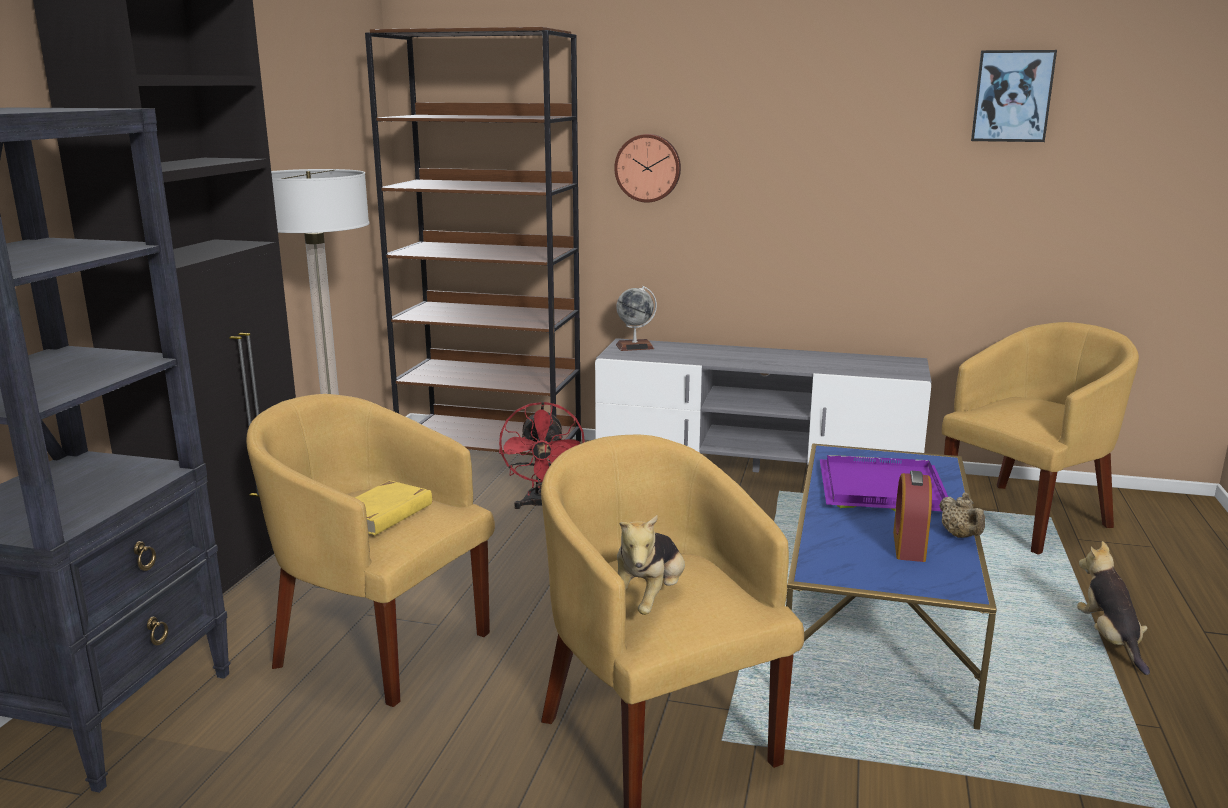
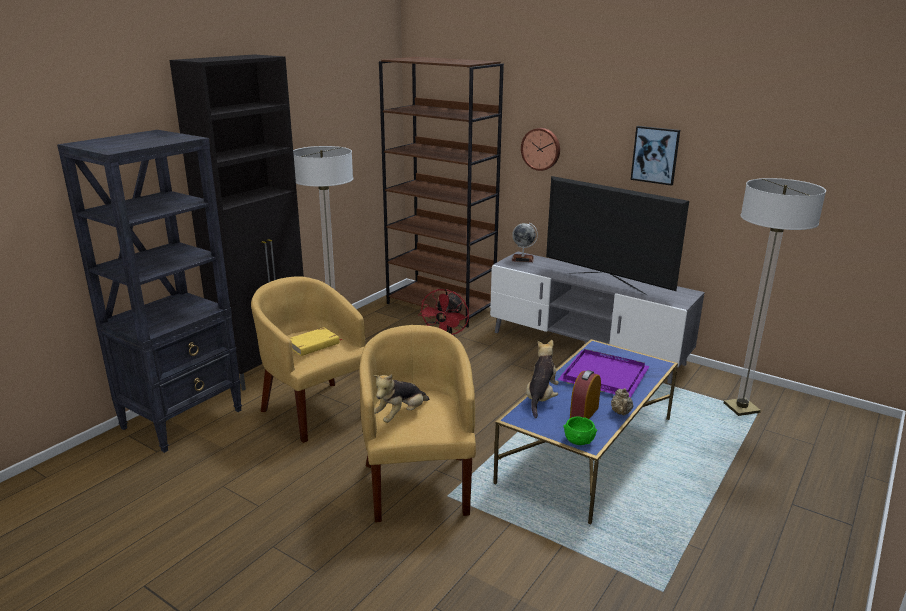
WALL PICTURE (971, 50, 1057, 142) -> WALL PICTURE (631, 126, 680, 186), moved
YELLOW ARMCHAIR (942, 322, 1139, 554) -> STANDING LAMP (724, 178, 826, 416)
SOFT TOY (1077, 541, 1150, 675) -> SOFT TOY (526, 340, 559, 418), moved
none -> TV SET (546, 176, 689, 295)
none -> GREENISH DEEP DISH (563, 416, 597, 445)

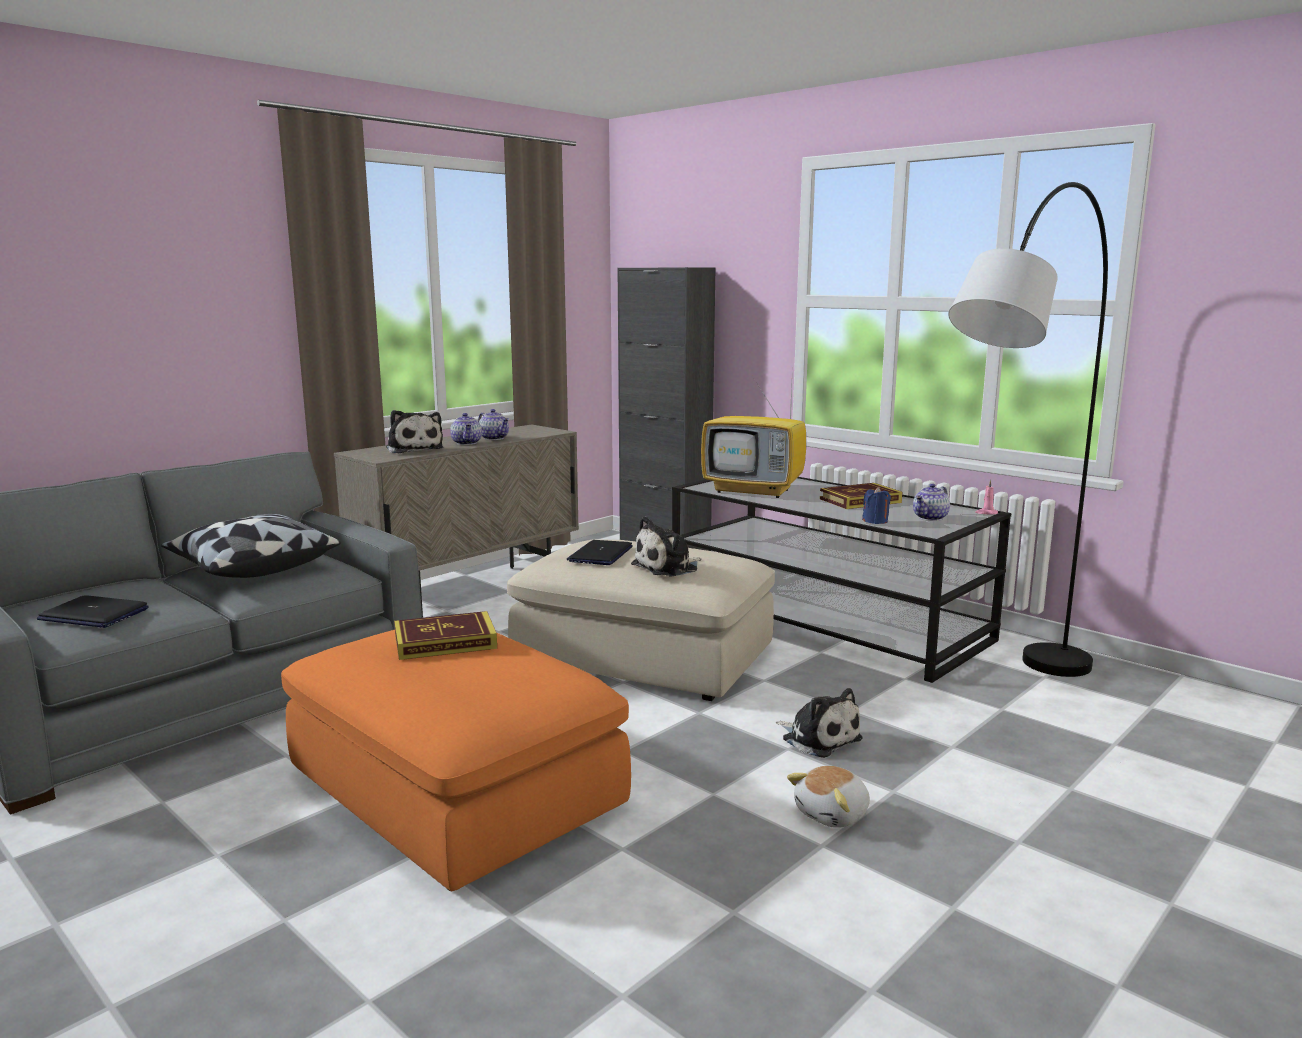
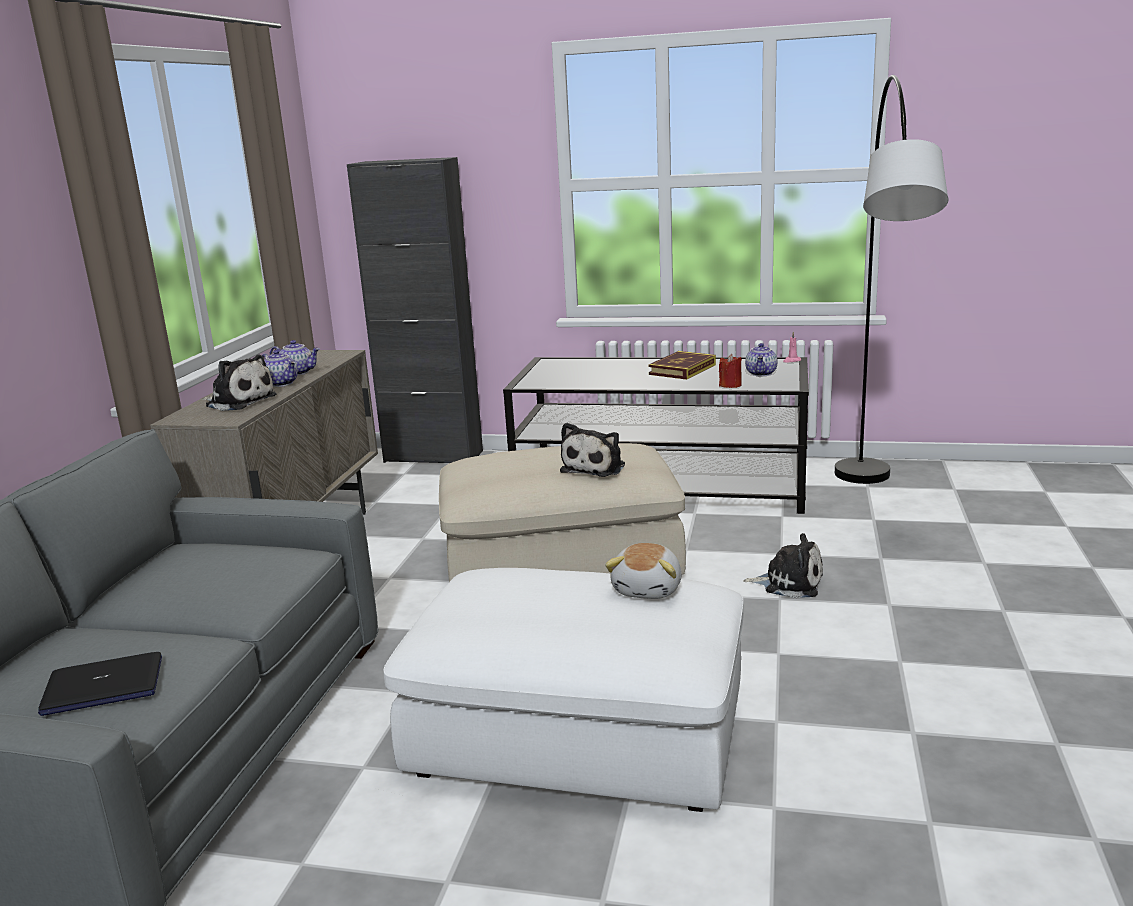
TV SET (701, 364, 806, 498) -> none
BLUE CANDLE (862, 486, 891, 524) -> RED-COLOURED CANDLE (719, 354, 742, 388)
THROW PILLOW (161, 514, 341, 578) -> none
PORTABLE COMPUTER (567, 540, 633, 565) -> none
BOUND BOOK (394, 611, 497, 660) -> none
ORANGEY POUFFE (281, 630, 631, 891) -> WHITE POUFFE (384, 568, 743, 812)
SOFT TOY (787, 766, 870, 828) -> SOFT TOY (605, 543, 682, 599), moved

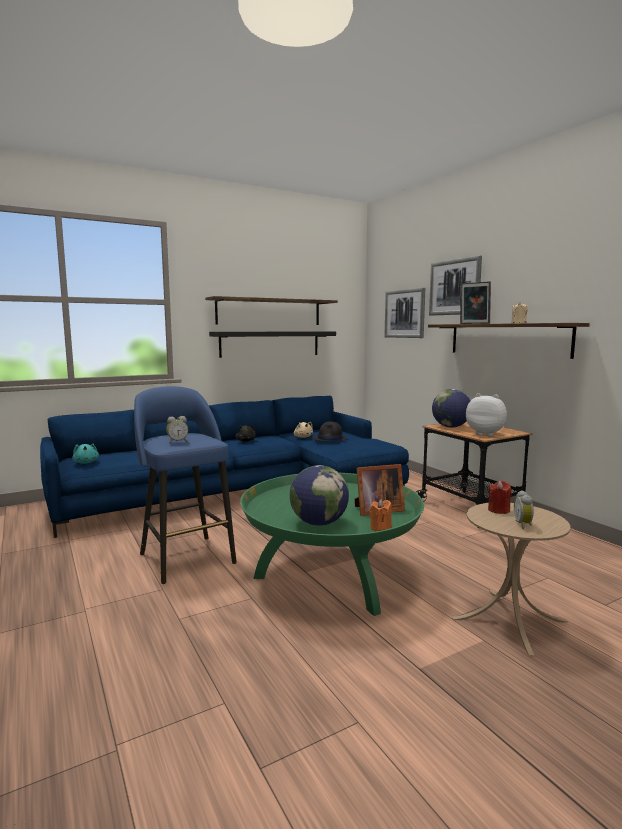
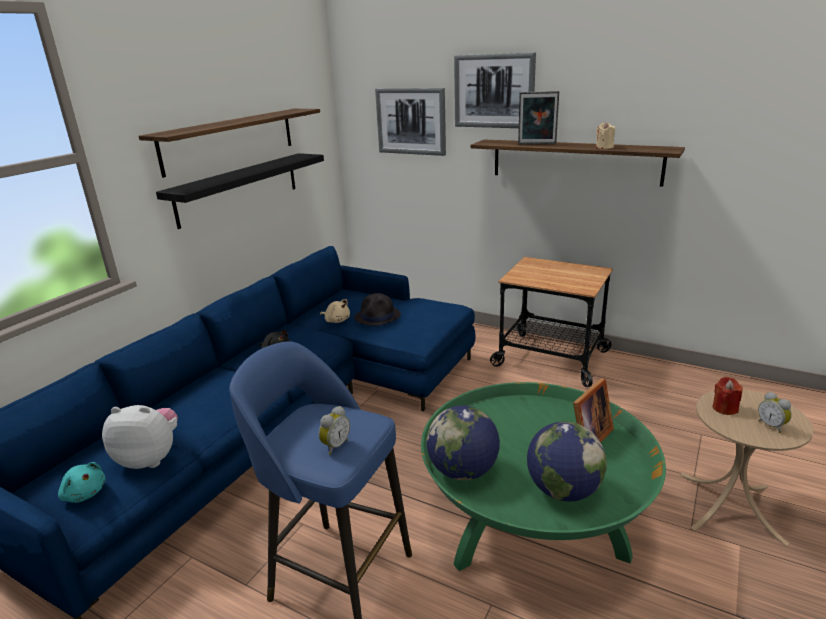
DESK GLOBE (432, 389, 470, 427) -> DESK GLOBE (427, 405, 500, 480), moved
SOFT TOY (466, 393, 507, 436) -> SOFT TOY (102, 405, 178, 469), moved
ORANGEY CANDLE (369, 499, 392, 531) -> none

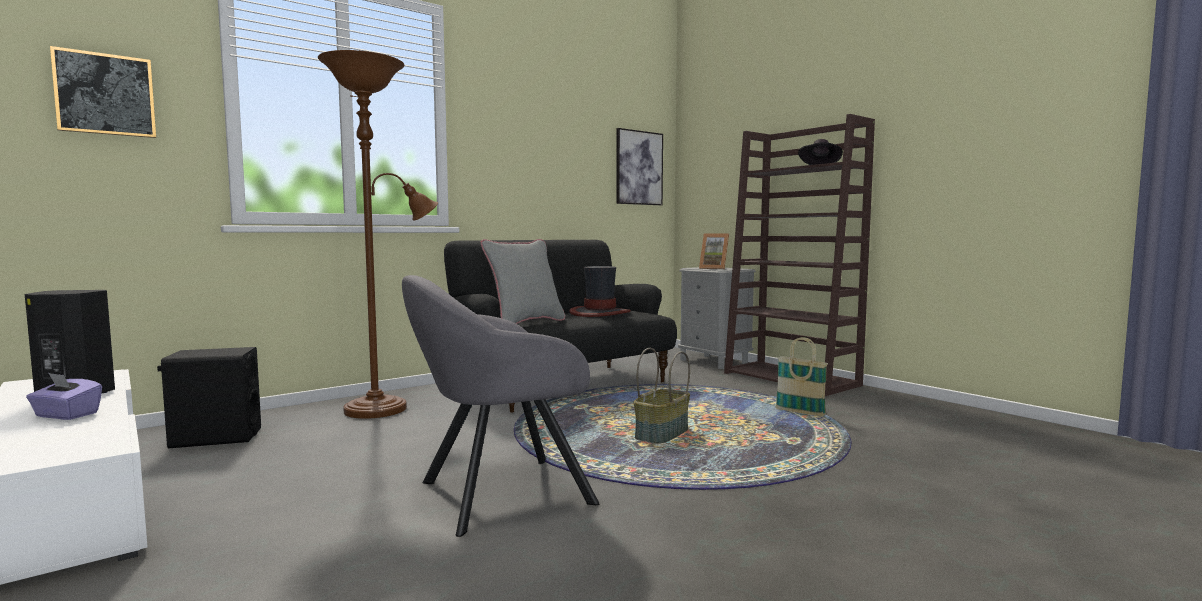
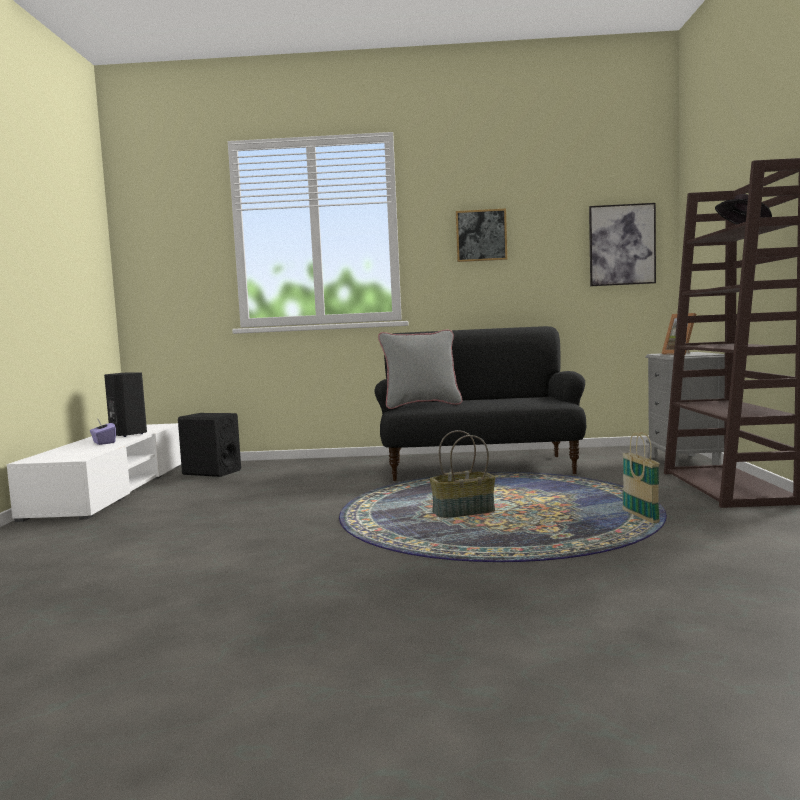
WALL PICTURE (50, 46, 156, 138) -> WALL PICTURE (456, 208, 507, 262), moved
BROWN STANDING LAMP (318, 50, 438, 419) -> none
WEARABLE HAT (569, 266, 631, 317) -> none
GREY ARMCHAIR (402, 275, 600, 537) -> none

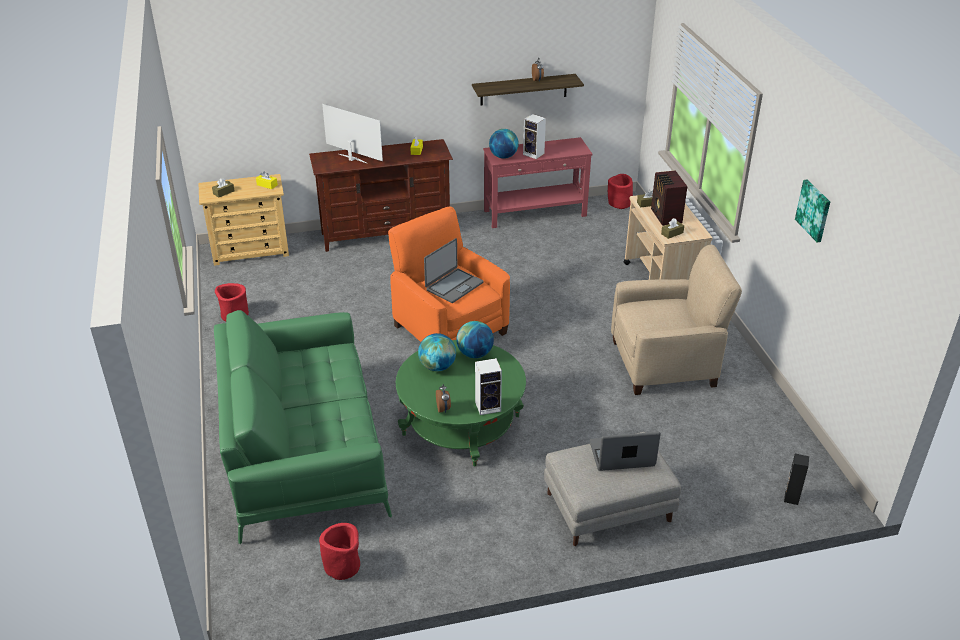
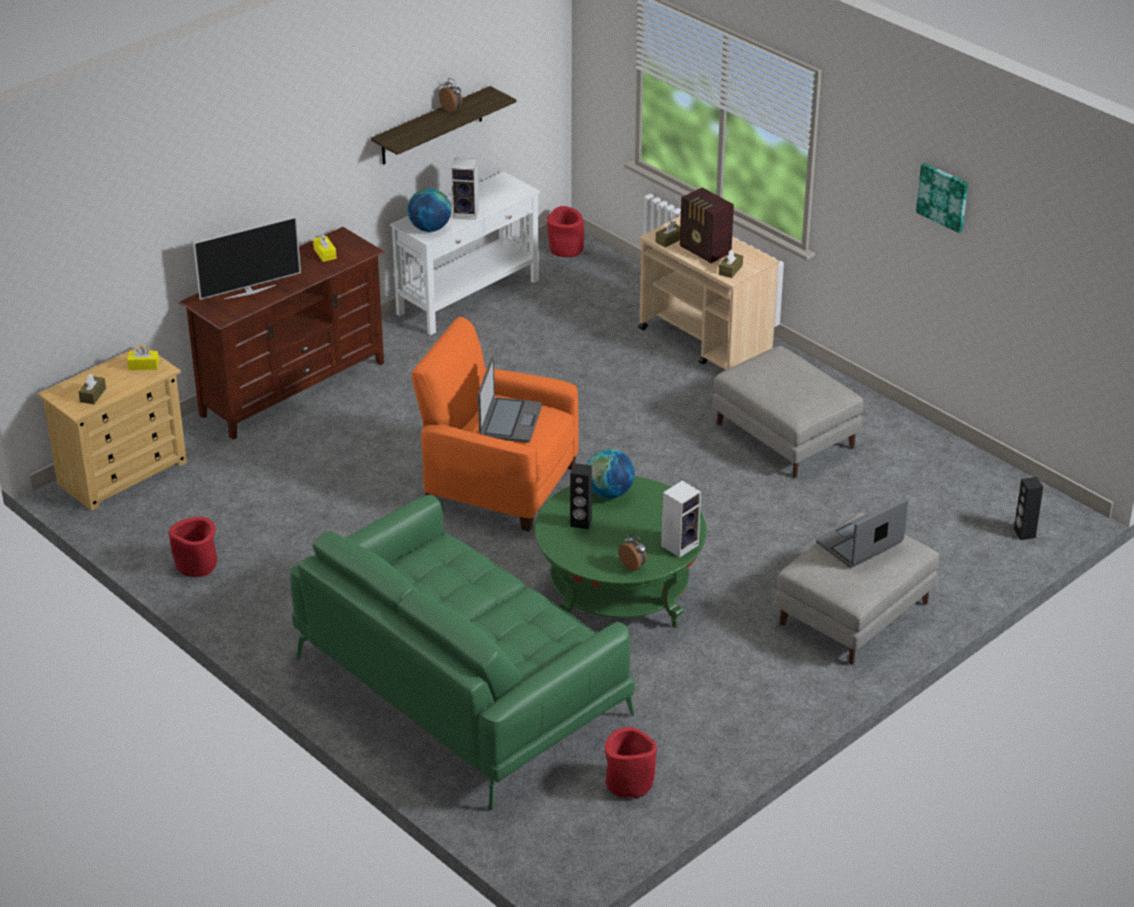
TV SET (322, 104, 383, 164) -> TV SET (193, 216, 301, 300), 150 degrees clockwise
RED-COLOURED NARROW TABLE (483, 137, 592, 228) -> WHITE NARROW TABLE (390, 171, 540, 335)
SAND-COLOURED ARMCHAIR (611, 245, 742, 395) -> GREY POUFFE (713, 346, 864, 478)
DESK GLOBE (418, 333, 456, 371) -> BLACK-COLOURED SPEAKER (570, 463, 592, 529)

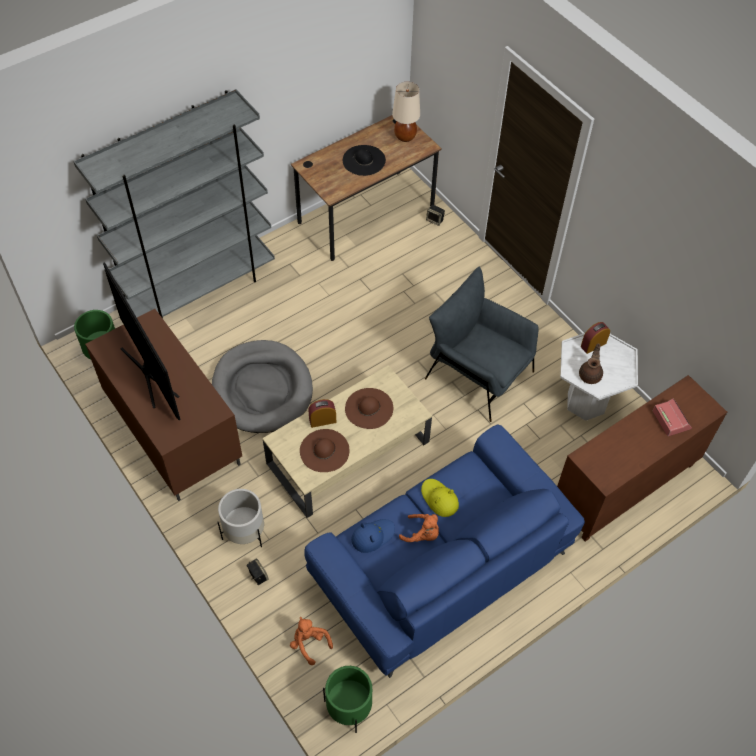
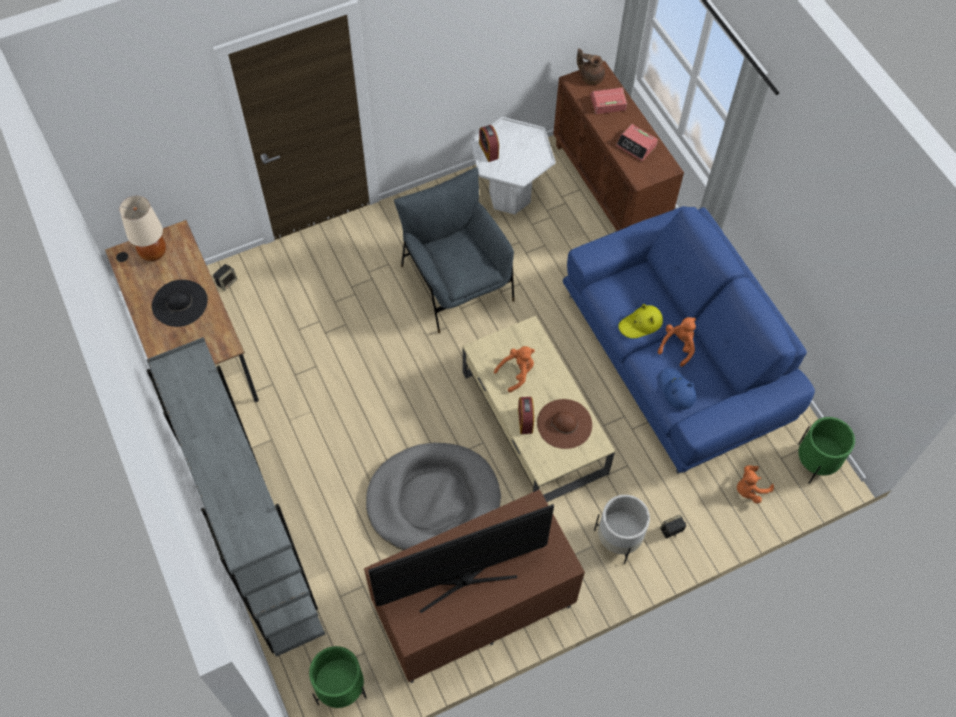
GREY ARMCHAIR (425, 267, 538, 422) -> GREY ARMCHAIR (394, 167, 514, 333), 105 degrees clockwise
BROWN TEAPOT (579, 343, 603, 384) -> BROWN TEAPOT (577, 48, 605, 85), moved
BROWN WEARABLE HAT (345, 388, 393, 429) -> ORANGEY SOFT TOY (494, 346, 535, 392)
none -> BEDSIDE CLOCK (616, 124, 658, 161)

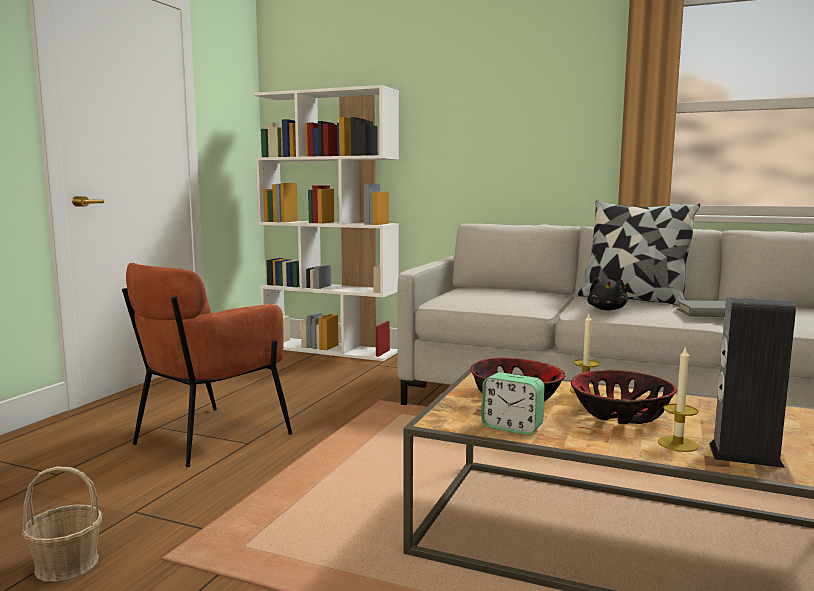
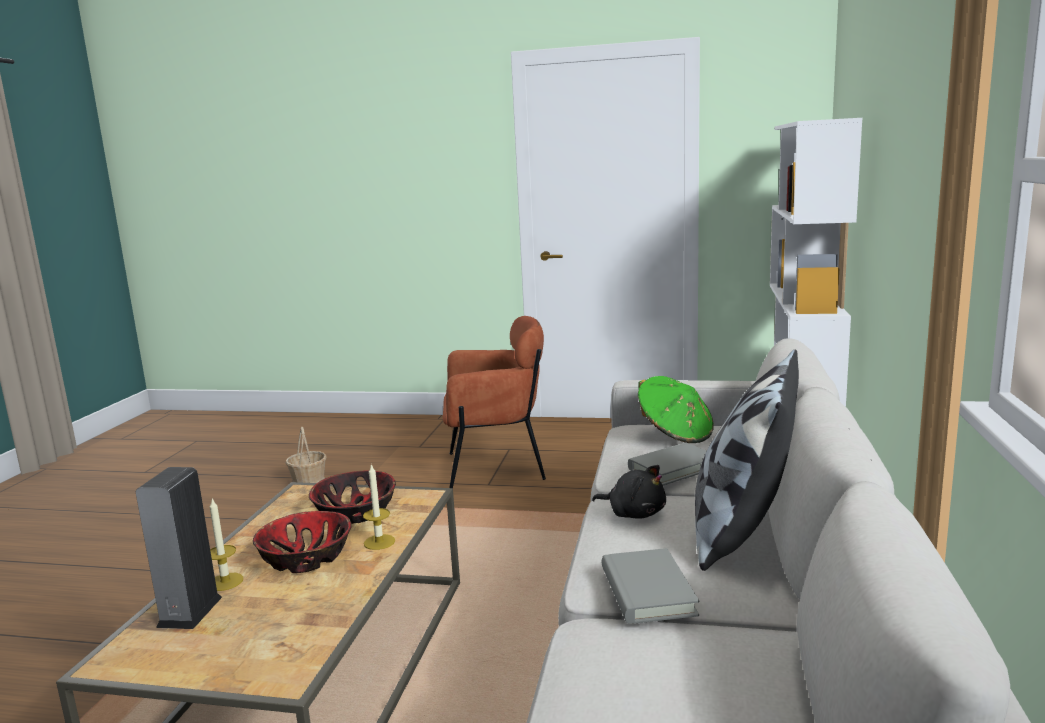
BROWN ARMCHAIR (122, 263, 293, 467) -> BROWN ARMCHAIR (443, 316, 546, 488), 150 degrees clockwise
BLACK-COLOURED SOFT TOY (587, 278, 628, 310) -> BLACK-COLOURED SOFT TOY (592, 465, 666, 519), 150 degrees counterclockwise
BEDSIDE CLOCK (481, 372, 545, 435) -> none
none -> GREENISH WEARABLE HAT (638, 376, 714, 443)
none -> GREY BOUND BOOK (628, 442, 706, 486)

